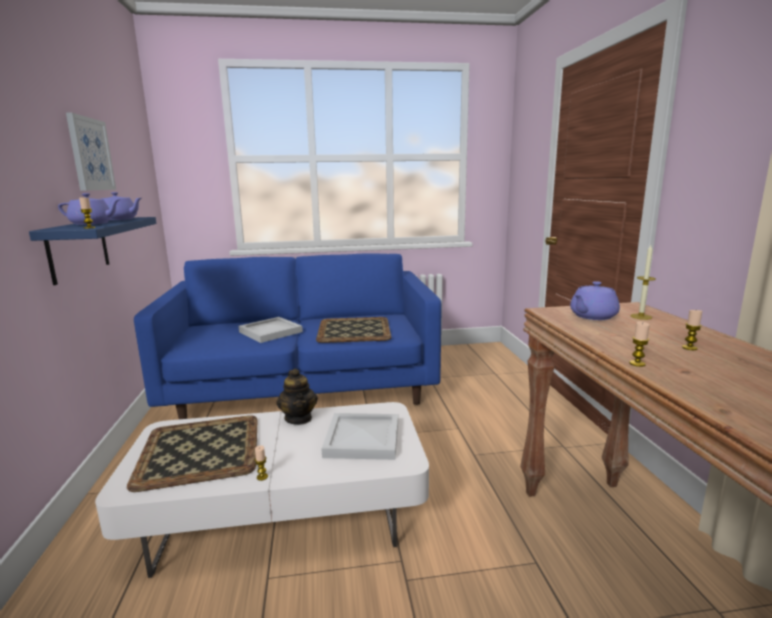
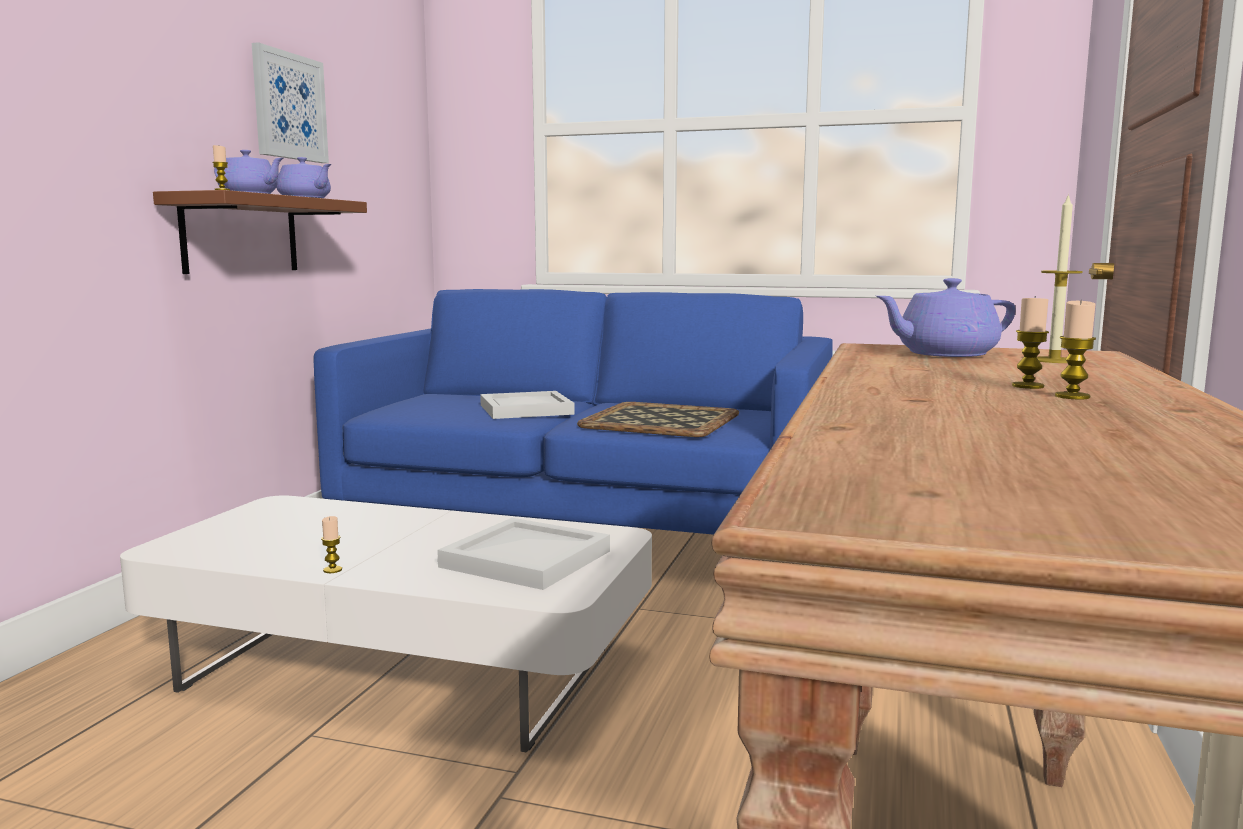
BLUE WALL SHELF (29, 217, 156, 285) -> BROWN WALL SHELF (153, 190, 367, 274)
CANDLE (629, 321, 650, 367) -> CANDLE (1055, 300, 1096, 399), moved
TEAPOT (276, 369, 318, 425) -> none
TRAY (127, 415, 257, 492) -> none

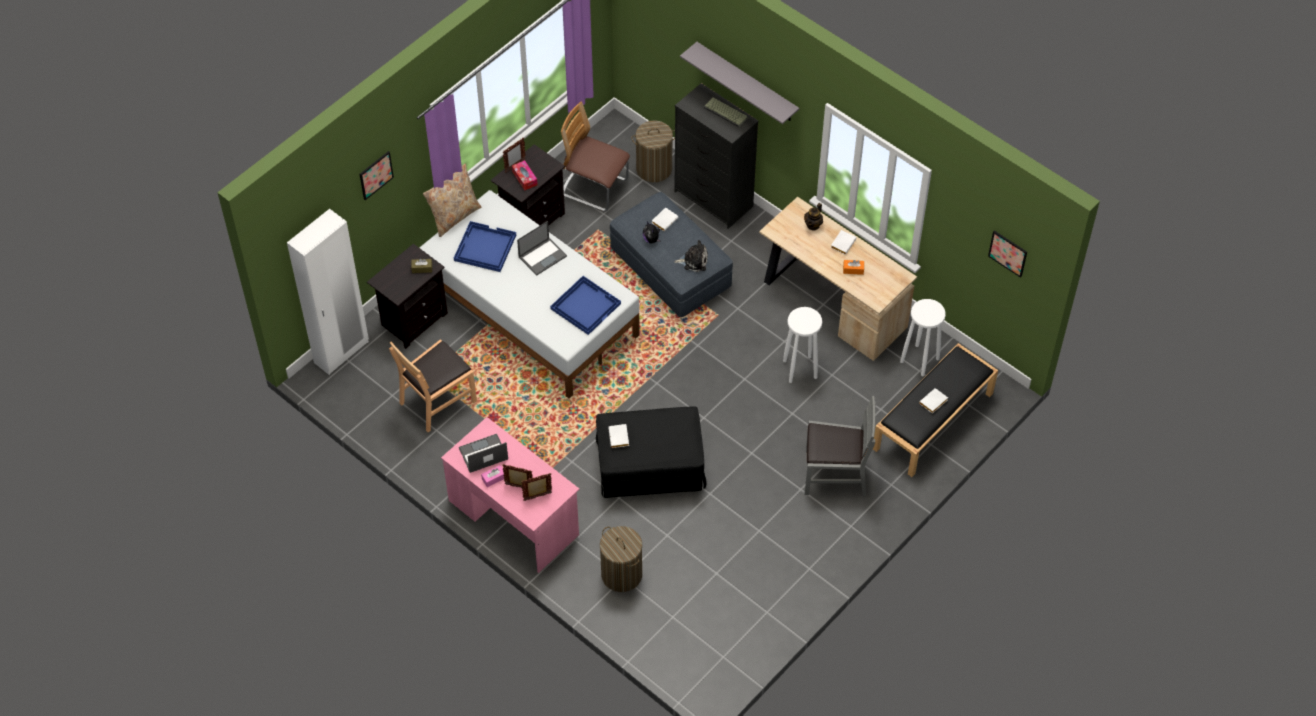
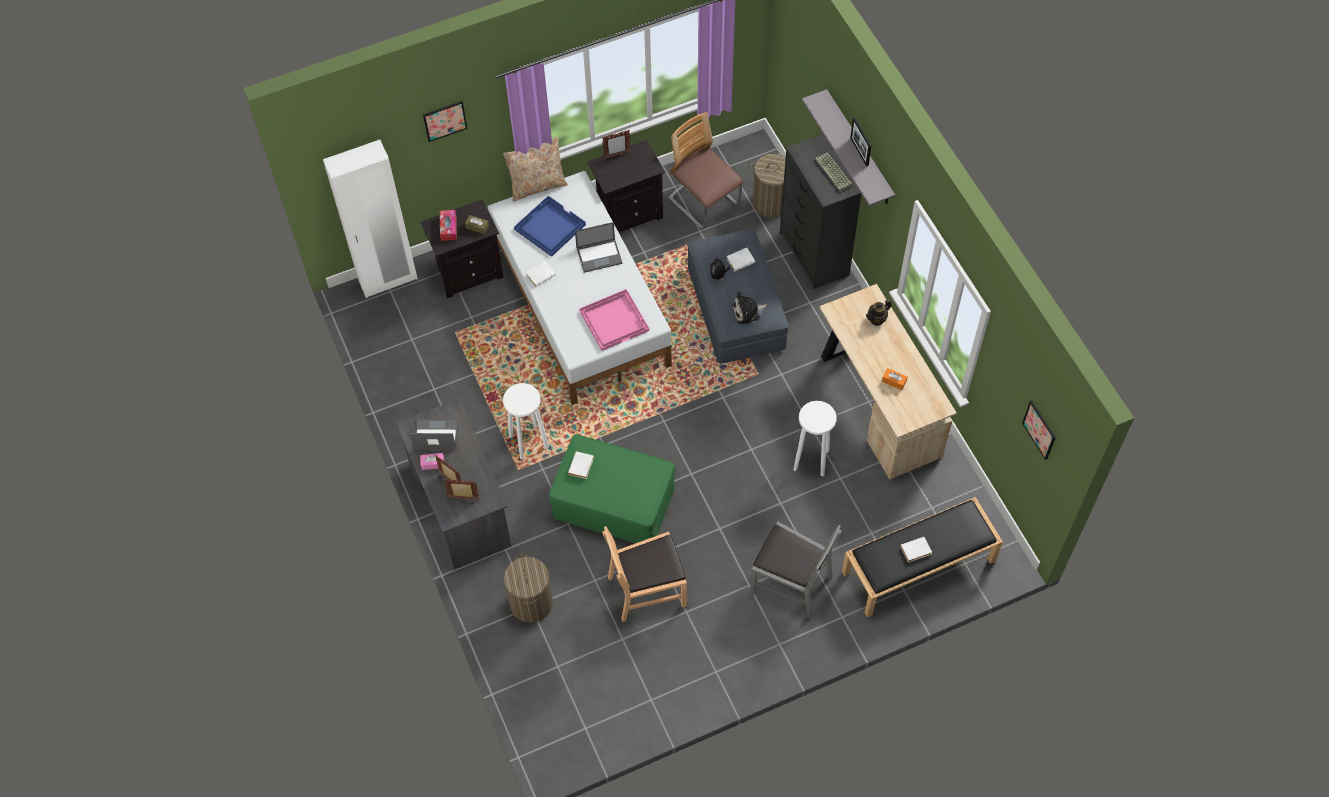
BOX OF TISSUES (512, 160, 538, 191) -> BOX OF TISSUES (440, 210, 457, 241), moved
WHITE BOUND BOOK (831, 230, 856, 255) -> WHITE BOUND BOOK (526, 261, 556, 287), moved
SOFT TOY (674, 240, 708, 272) -> SOFT TOY (732, 291, 767, 325), 135 degrees clockwise
BLUE TRAY (550, 276, 621, 335) -> PINK TRAY (579, 289, 649, 351)
WHITE STOOL (900, 299, 946, 377) -> WHITE STOOL (503, 383, 549, 459), moved
BROWN UPRIGHT CHAIR (389, 339, 477, 432) -> BROWN UPRIGHT CHAIR (603, 526, 687, 622), moved
BLACK-COLOURED POUFFE (596, 407, 707, 498) -> GREENISH POUFFE (549, 434, 675, 543)
PINK DESK (441, 417, 580, 573) -> GREY DESK (396, 399, 512, 570)
none -> PICTURE FRAME (850, 117, 871, 166)

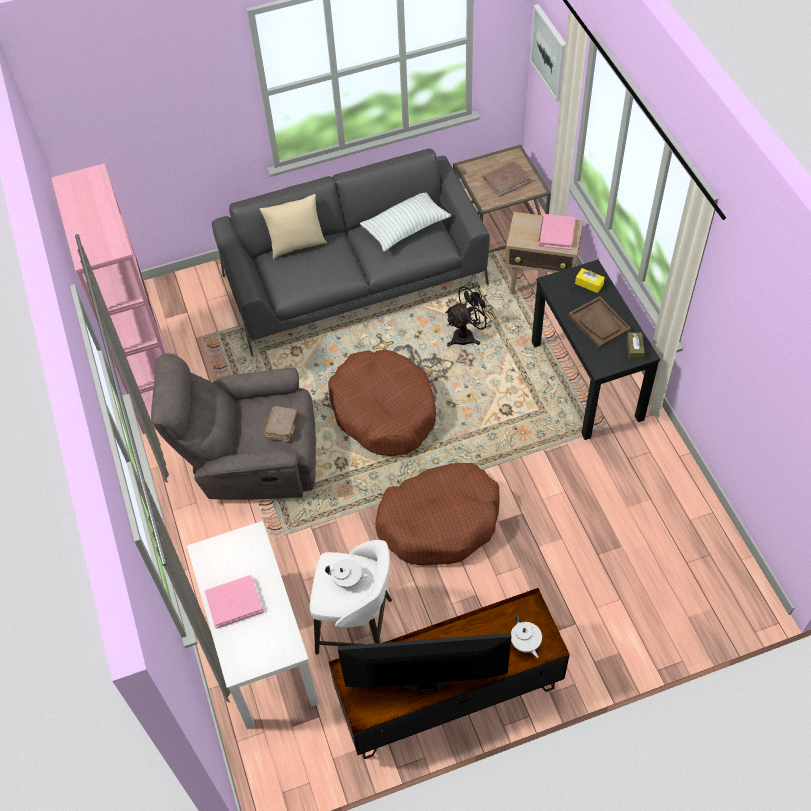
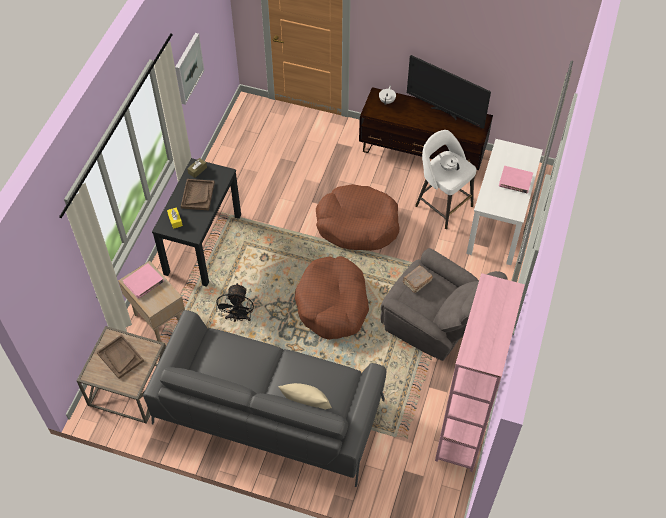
WALL PICTURE (530, 4, 566, 101) -> WALL PICTURE (175, 33, 205, 105), moved
BROWN BOUND BOOK (483, 161, 531, 197) -> BROWN TRAY (97, 335, 144, 379)
THROW PILLOW (360, 193, 451, 252) -> none
BLACK-COLOURED ELECTRIC FAN (445, 282, 495, 347) -> BLACK-COLOURED ELECTRIC FAN (216, 283, 254, 322), 90 degrees counterclockwise

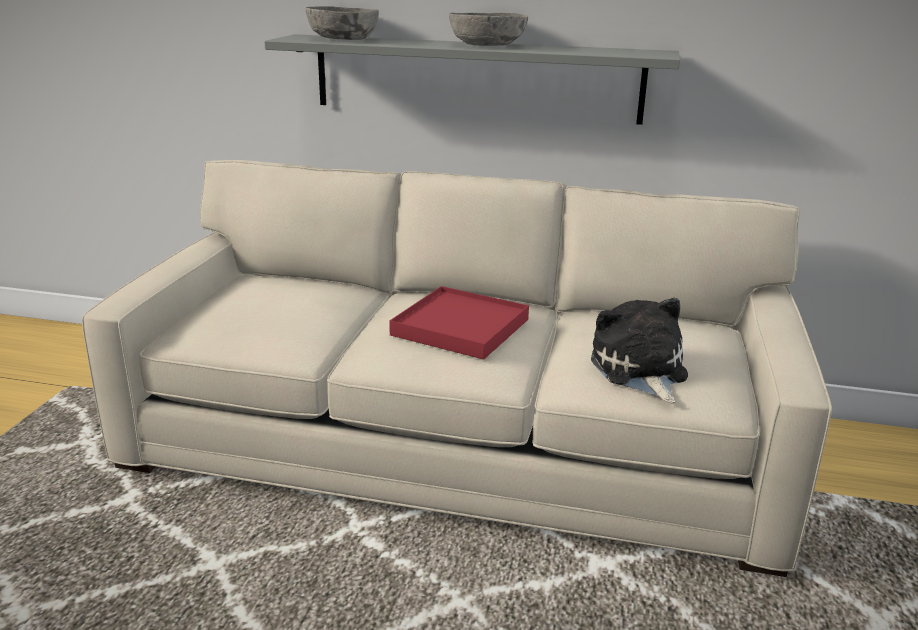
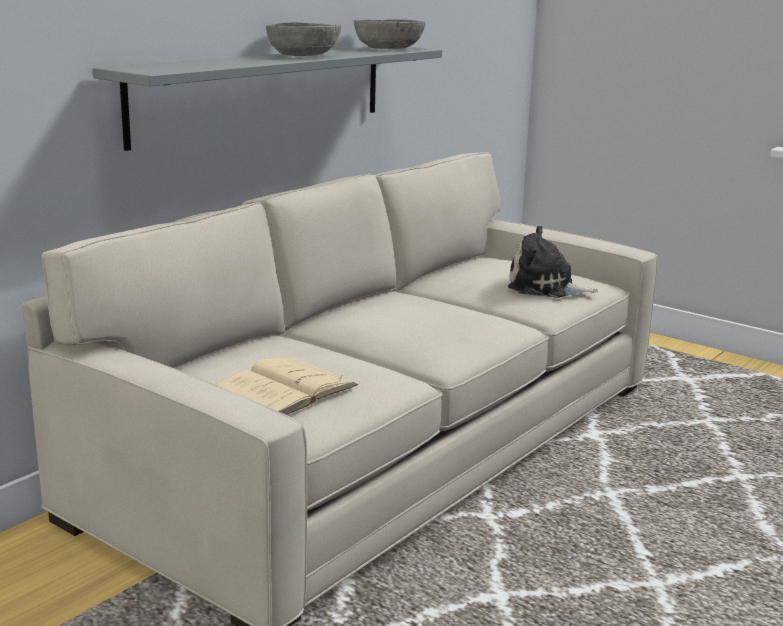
GREY DEEP DISH (306, 6, 379, 40) -> GREY DEEP DISH (354, 19, 426, 49), moved
RED-COLOURED TRAY (389, 286, 529, 360) -> none
none -> SAND-COLOURED BOUND BOOK (215, 358, 358, 415)

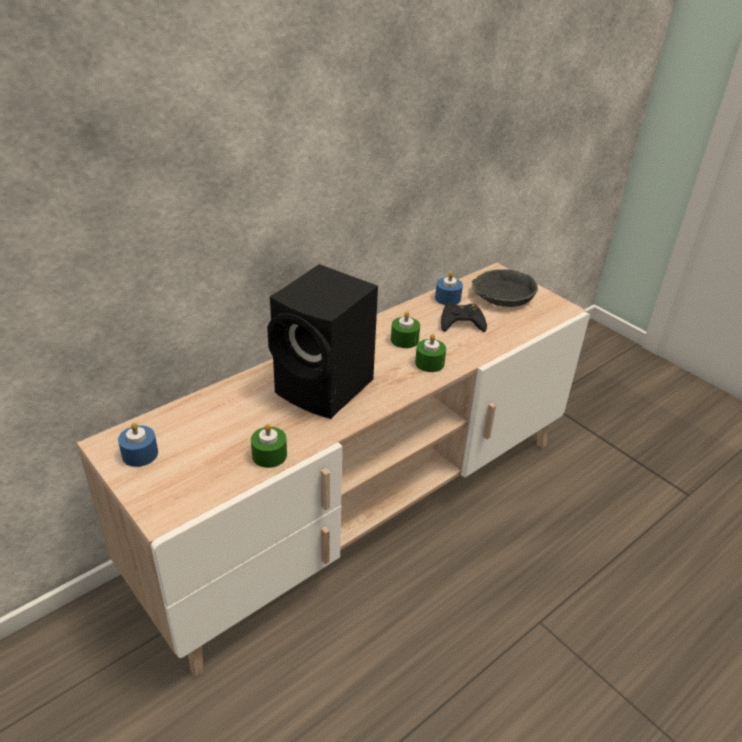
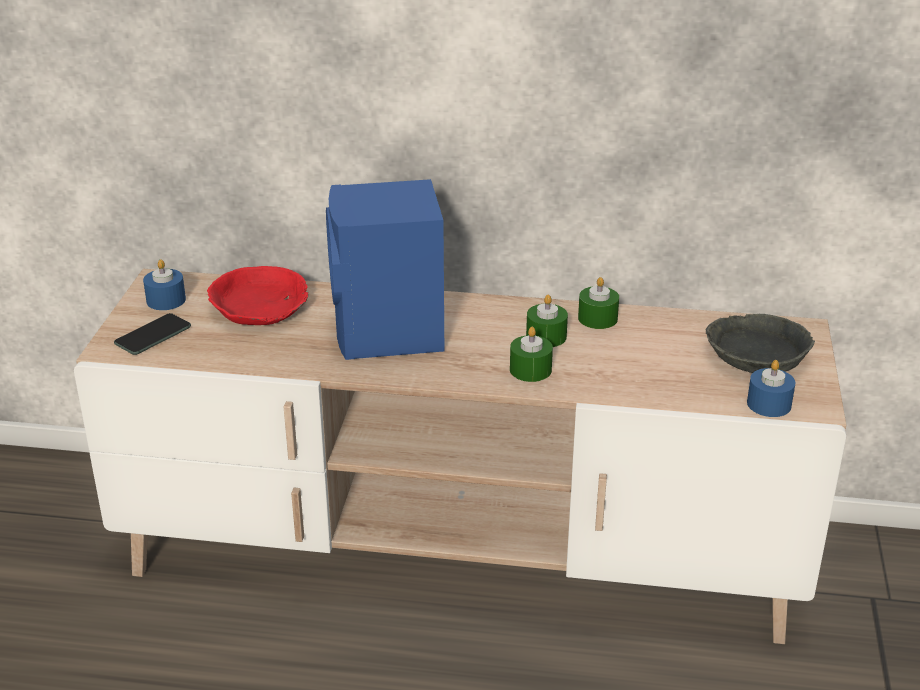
BLACK-COLOURED SPEAKER (267, 264, 378, 419) -> BLUE SPEAKER (326, 179, 444, 360)
BLUE CANDLE (435, 271, 463, 305) -> BLUE CANDLE (747, 360, 796, 417), moved
BLACK-COLOURED GAME CONTROLLER (441, 303, 487, 332) -> none
GREENISH CANDLE (251, 424, 287, 468) -> GREENISH CANDLE (578, 277, 619, 329), moved
none -> RED-COLOURED DEEP DISH (207, 266, 308, 325)
none -> TELEPHONE (114, 313, 191, 355)

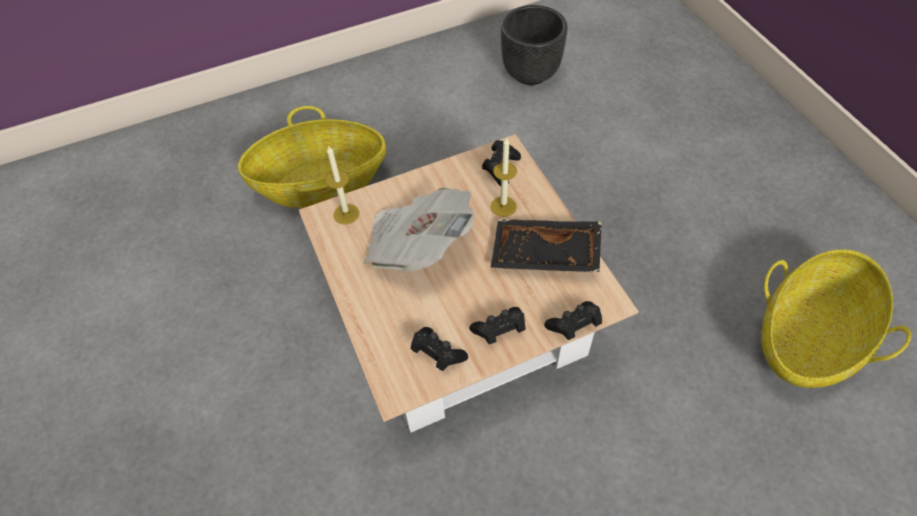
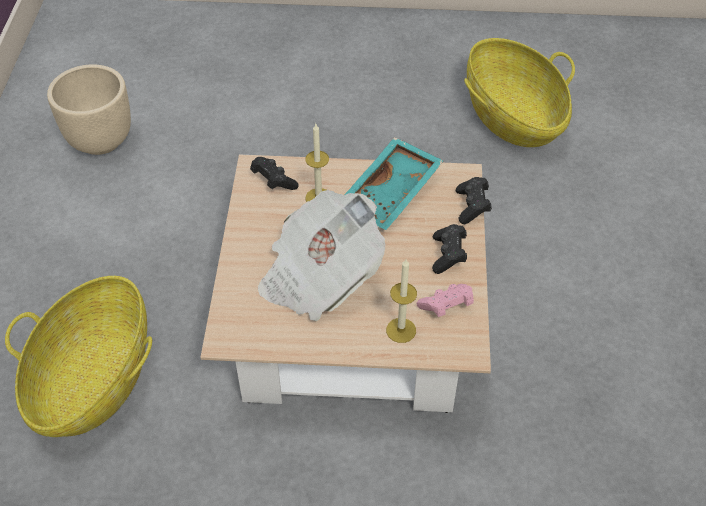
BLACK-COLOURED FLOWER POT (501, 5, 568, 85) -> SAND-COLOURED FLOWER POT (47, 65, 131, 155)
CANDLE (326, 145, 359, 225) -> CANDLE (386, 259, 417, 343), moved
BLACK-COLOURED TRAY (490, 219, 602, 272) -> TURQUOISE TRAY (344, 137, 443, 230)
BLACK-COLOURED GAME CONTROLLER (411, 327, 468, 371) -> PINK GAME CONTROLLER (416, 284, 474, 317)

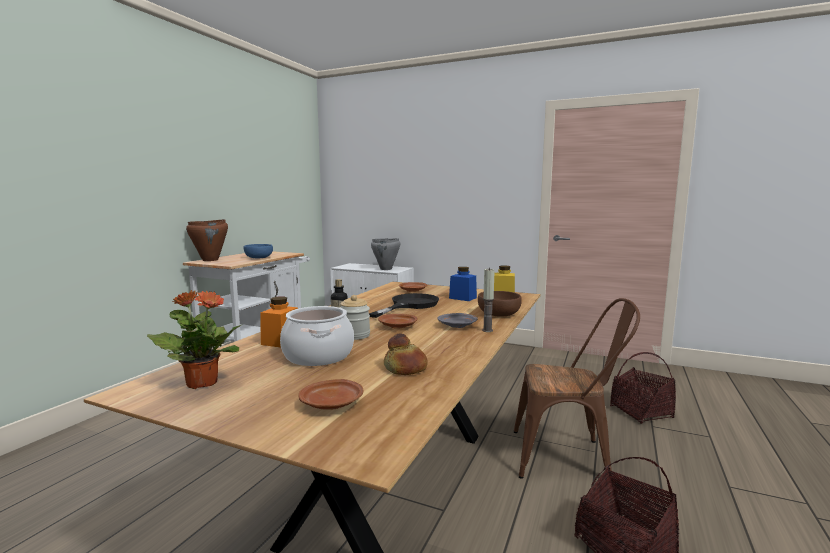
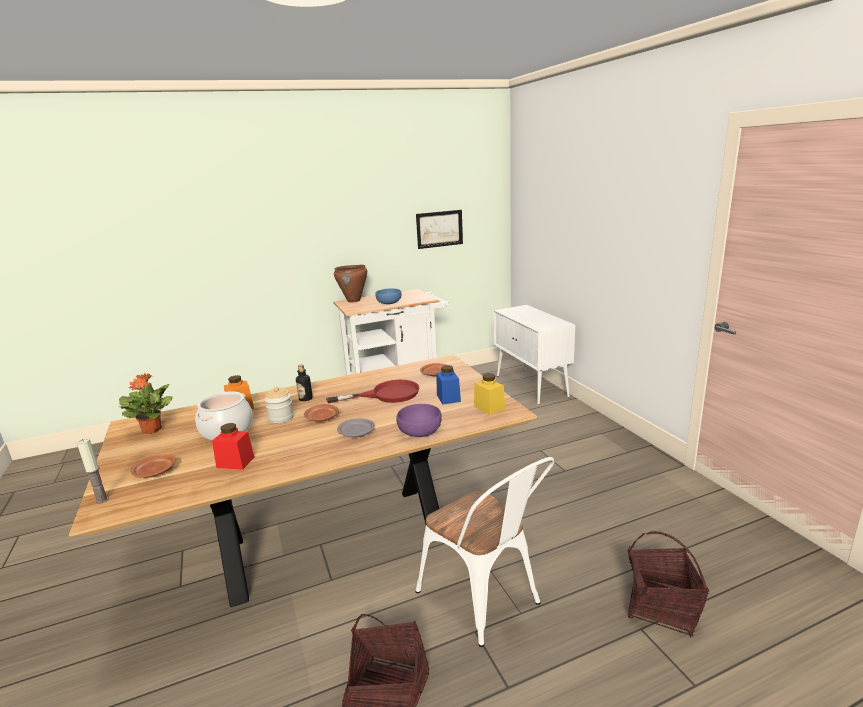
GREY STOCKPOT (371, 238, 400, 270) -> none
CANDLE (482, 268, 495, 332) -> CANDLE (77, 438, 109, 504), moved
BROWN DEEP DISH (478, 291, 522, 317) -> PURPLE DEEP DISH (396, 404, 442, 437)
BLACK-COLOURED PAN (369, 293, 439, 318) -> RED-COLOURED PAN (326, 380, 419, 403)
BROWN UPRIGHT CHAIR (514, 298, 640, 479) -> WHITE UPRIGHT CHAIR (415, 457, 555, 647)
BREAD (384, 333, 428, 375) -> RED-COLOURED PRESERVE JAR (212, 423, 254, 470)
none -> WALL PICTURE (416, 210, 463, 249)

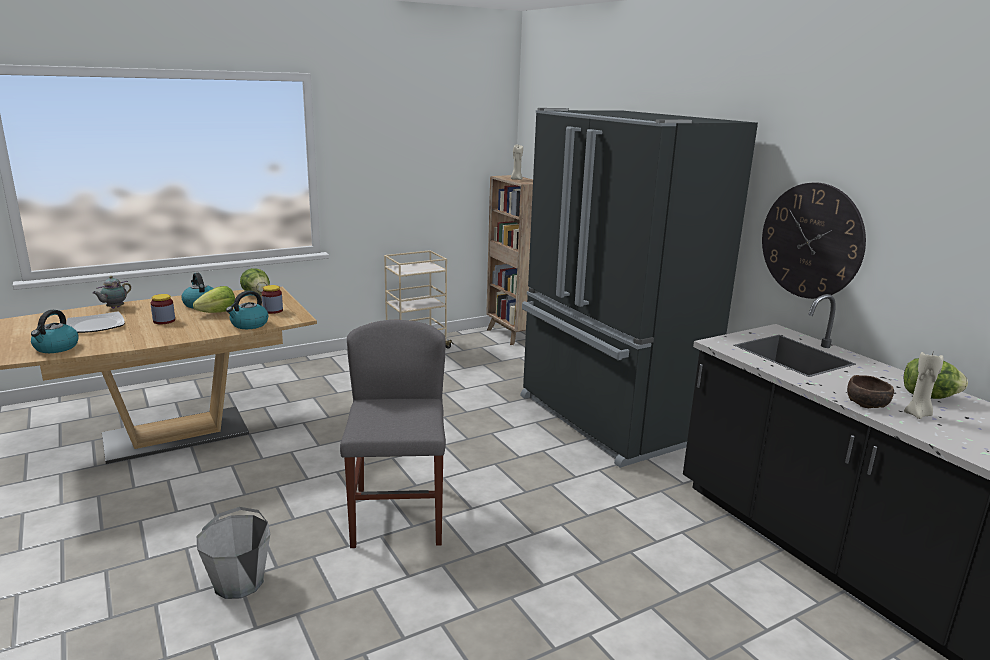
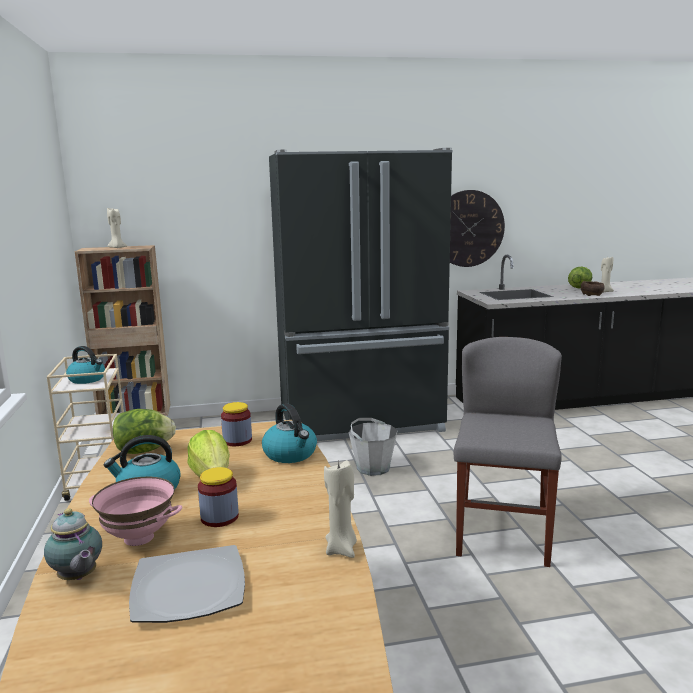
TEA KETTLE (31, 310, 79, 353) -> TEA KETTLE (66, 346, 105, 384), moved
GREY UPRIGHT CHAIR (340, 320, 446, 548) -> GREY UPRIGHT CHAIR (454, 337, 562, 567), 90 degrees clockwise
GREY BUCKET (197, 507, 270, 599) -> GREY BUCKET (349, 418, 398, 476), moved
none -> SAND-COLOURED CANDLE (324, 459, 357, 558)
none -> PINK DEEP DISH (89, 477, 182, 546)

